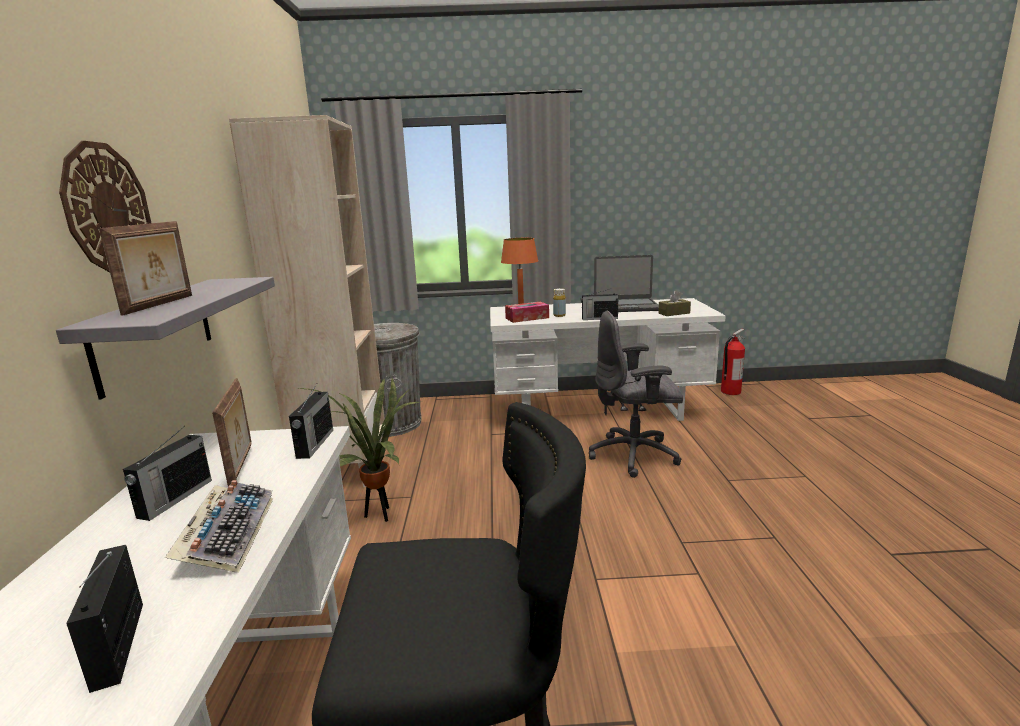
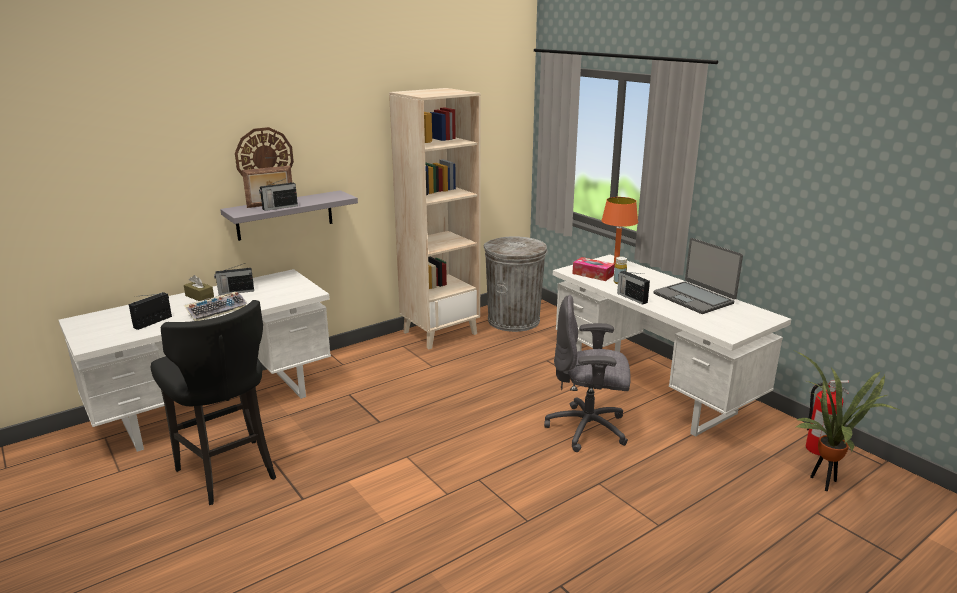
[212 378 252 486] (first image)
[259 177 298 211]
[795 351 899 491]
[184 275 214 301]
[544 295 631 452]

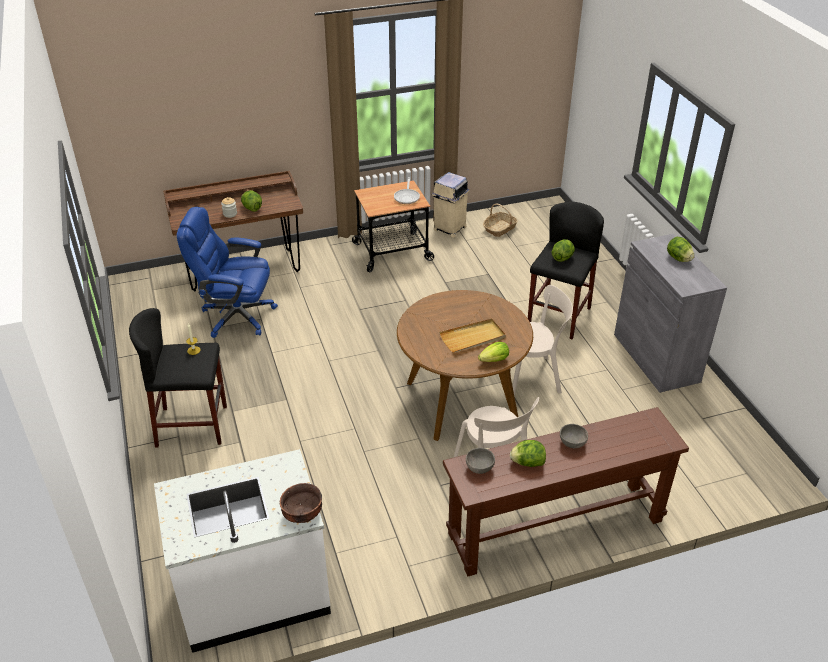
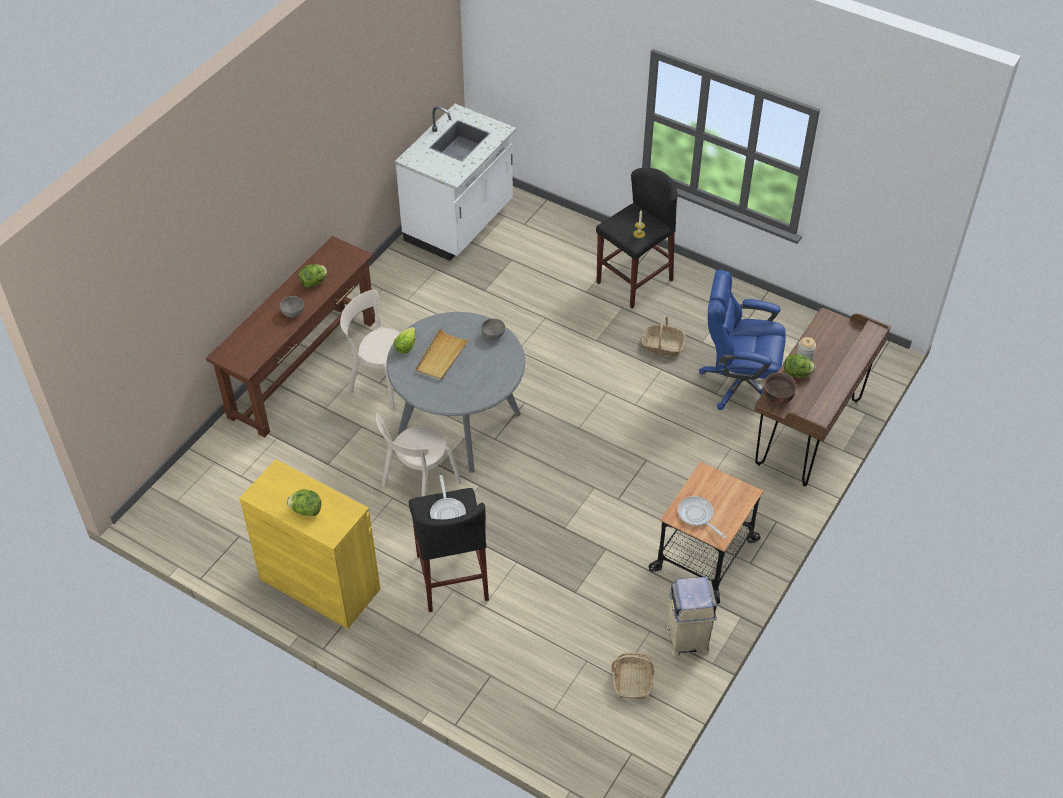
[642 316 685 356]
[763 372 797 404]
[481 318 505 340]
[430 475 466 519]
[386 312 525 473]
[239 459 380 629]
[699 270 786 410]

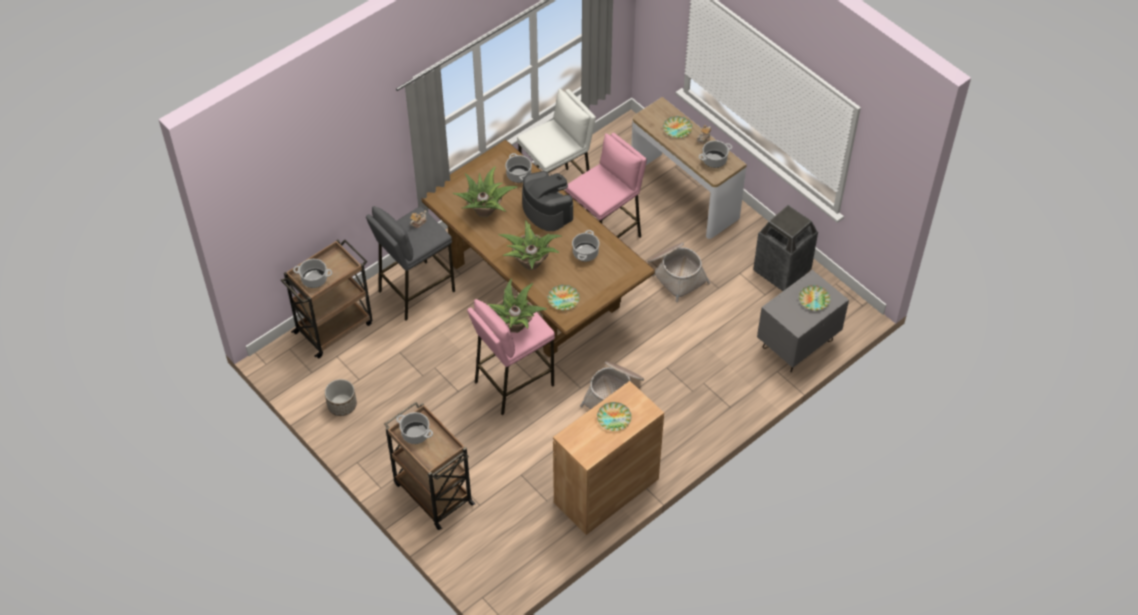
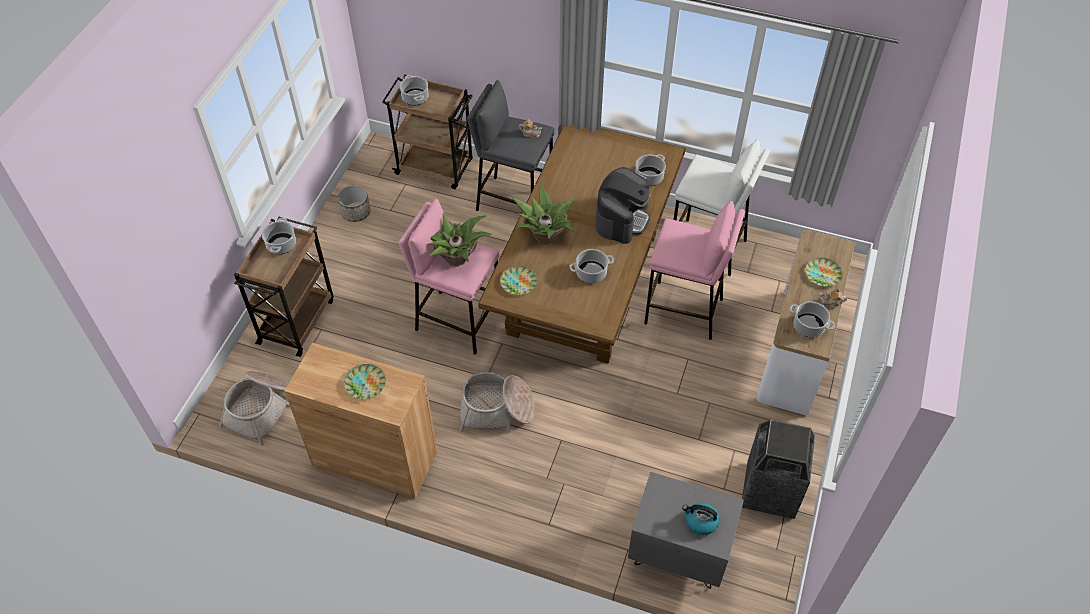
[453 166 518 218] (first image)
[219 371 290 446]
[682 503 720 535]

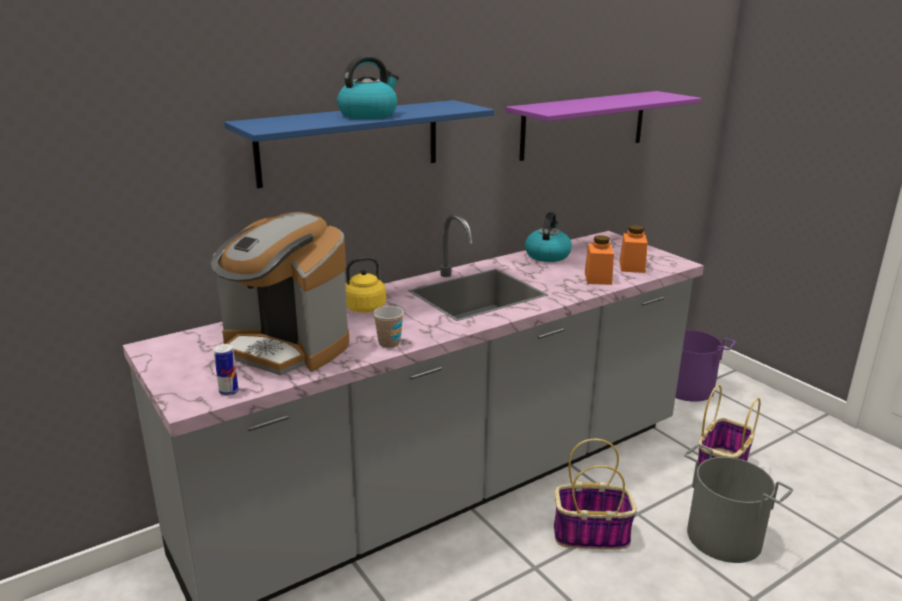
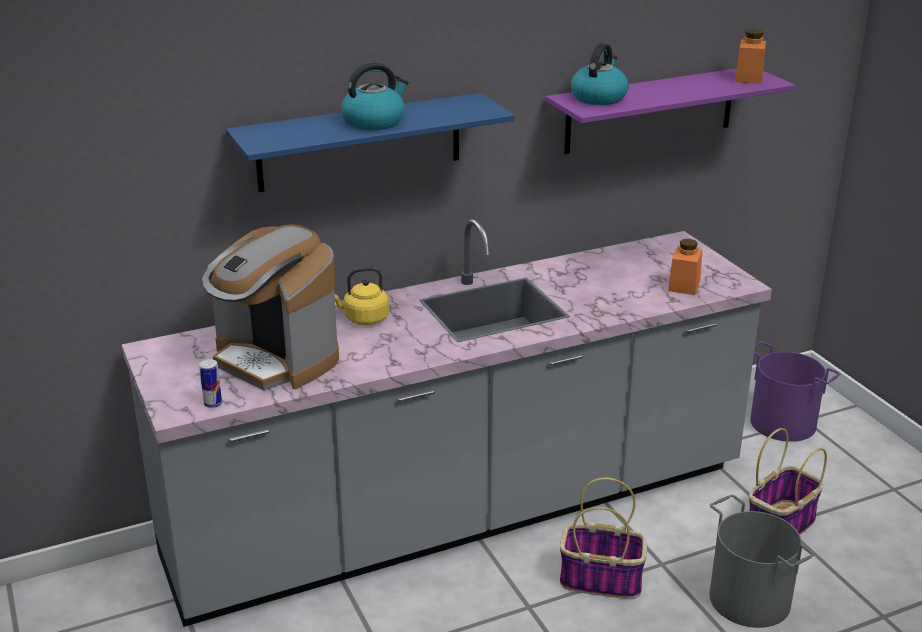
[373 306 404 348] (first image)
[571 43 628 105]
[735 30 766 84]

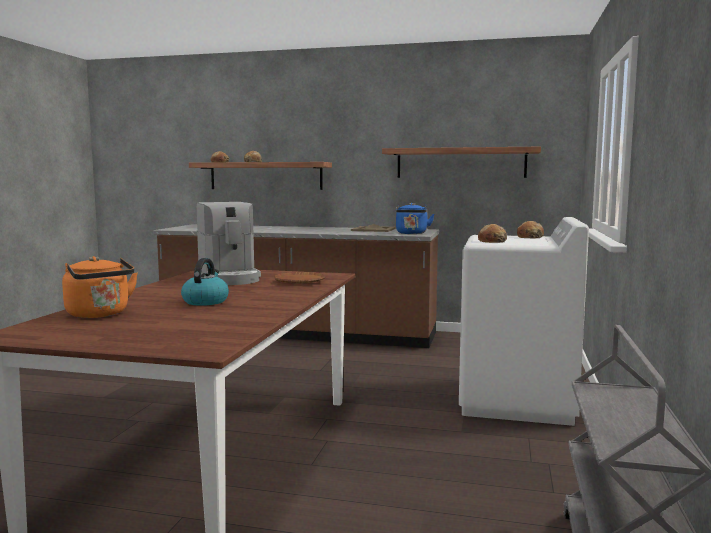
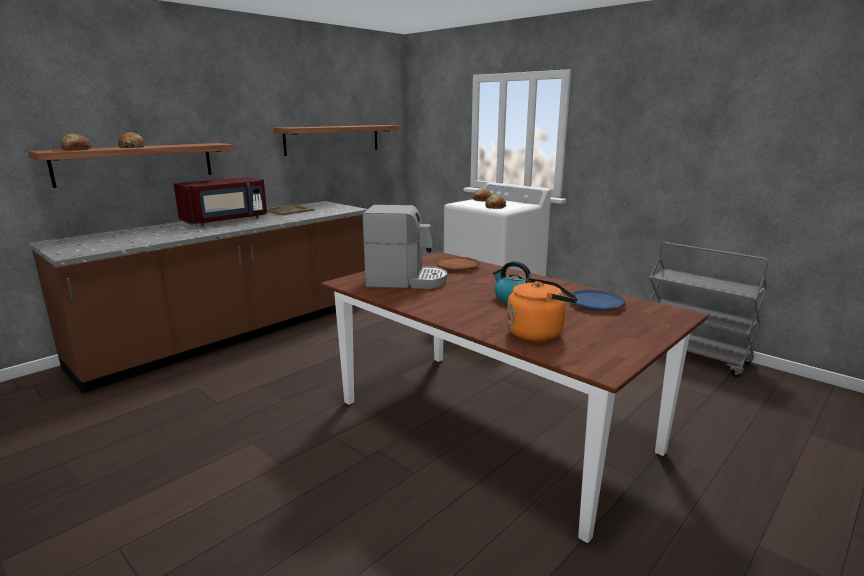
[396 203 435 234] (first image)
[174 177 267 226]
[572 290 626 311]

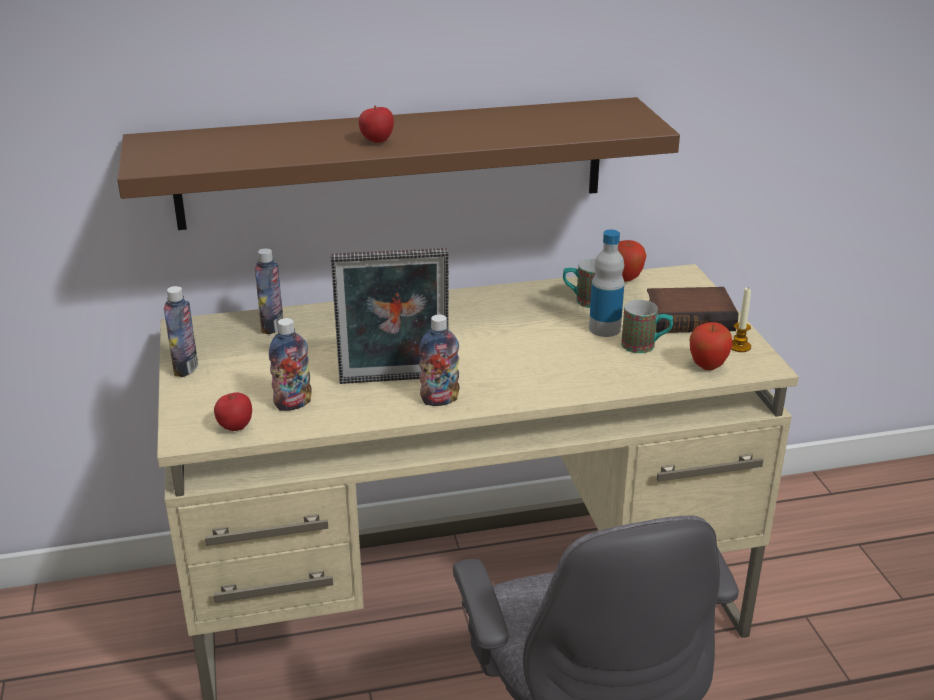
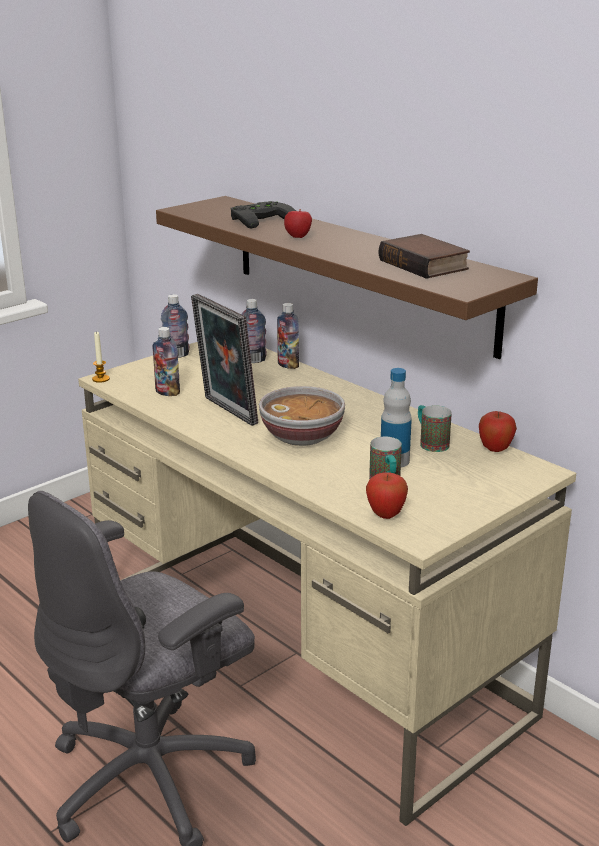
[214 392 252 431] (first image)
[230 201 296 229]
[259 386 345 446]
[277 303 299 369]
[379 234 470 279]
[92 331 110 383]

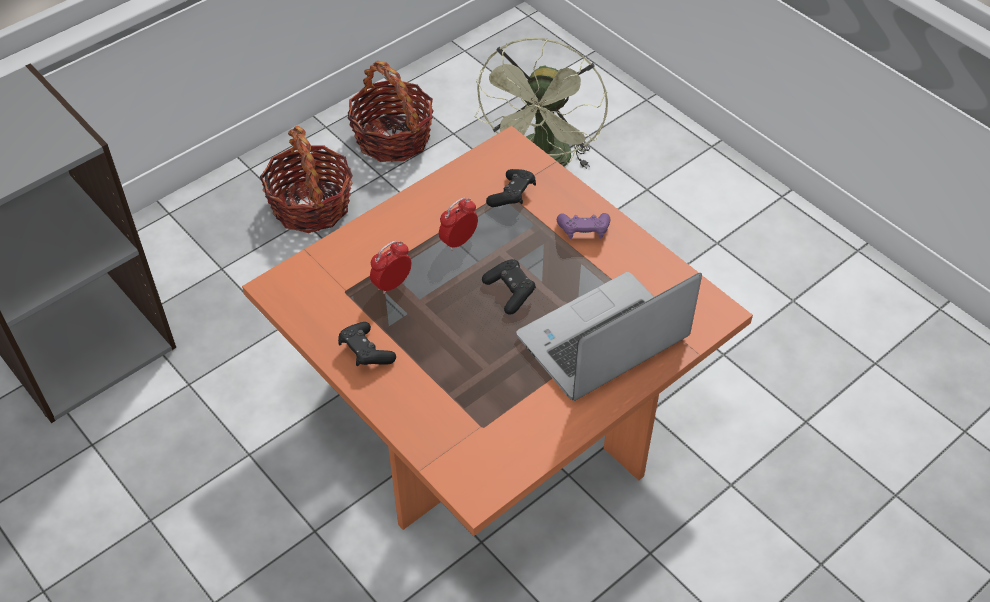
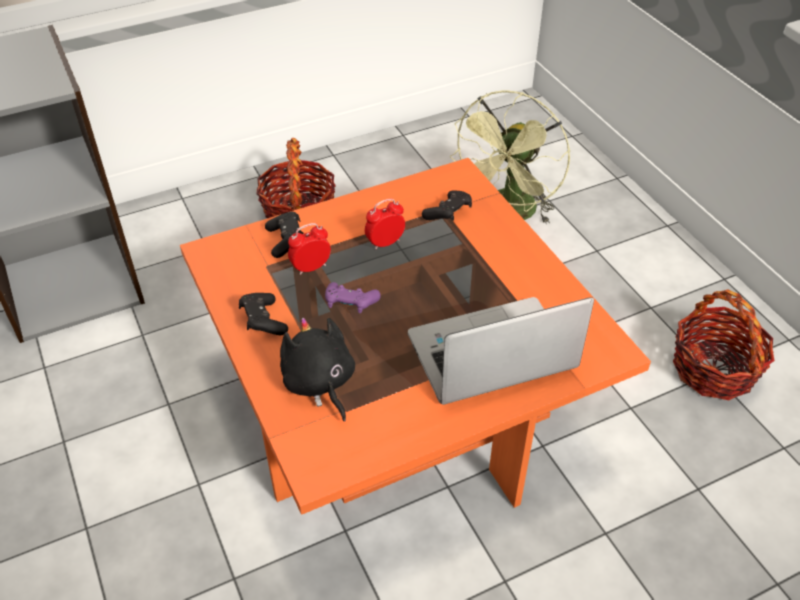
[280 318 355 422]
[673 290 775 400]
[265 212 304 258]
[325 282 381 313]

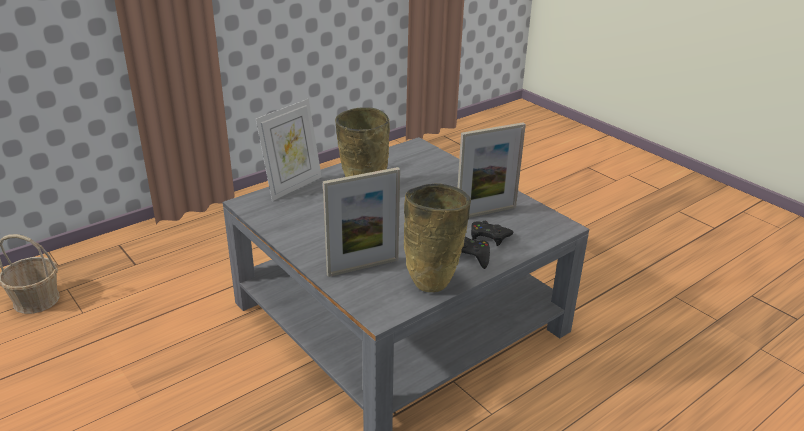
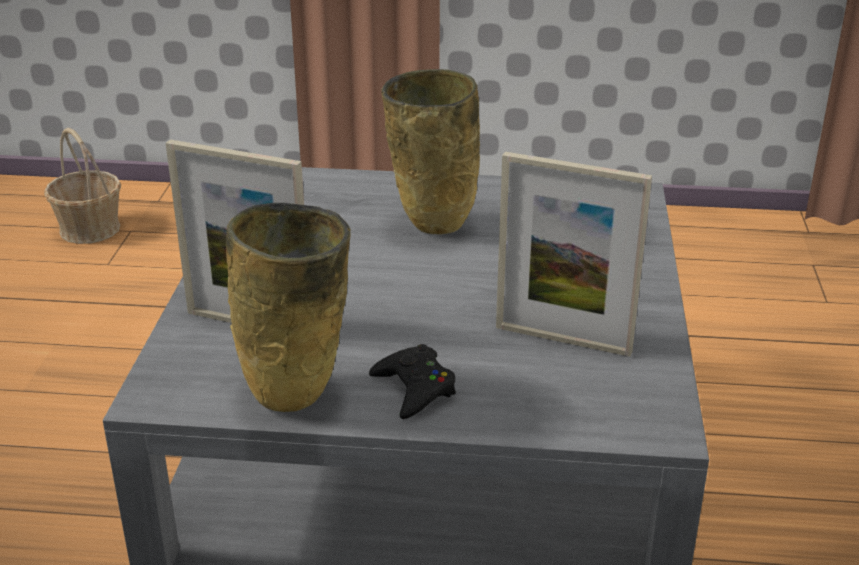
[256 99 322 201] (first image)
[471 221 514 246] (first image)

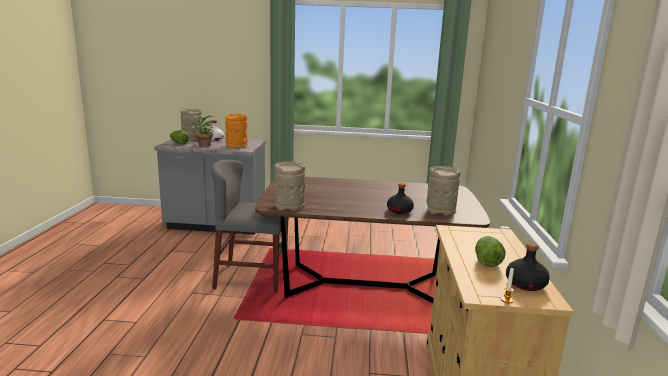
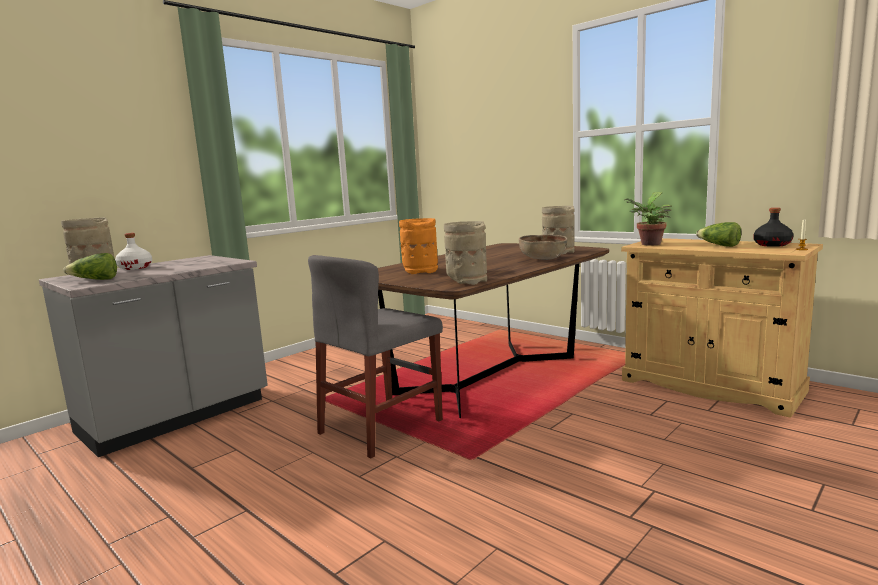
[624 192 672 246]
[399 218 438 274]
[519 235 567 260]

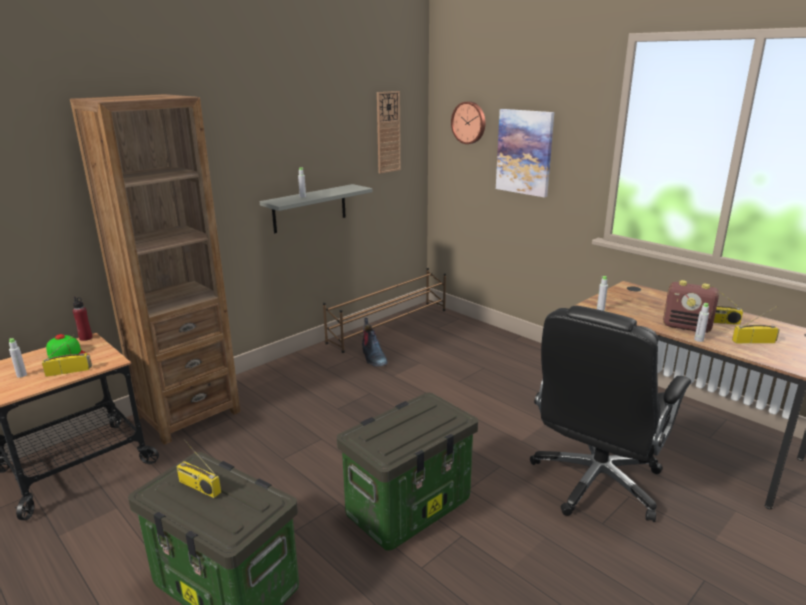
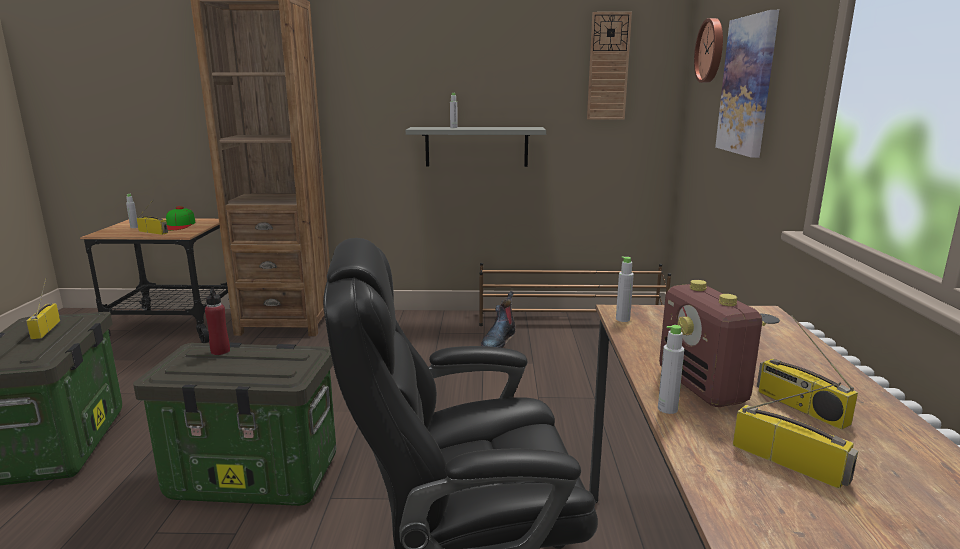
[205 287 230 355]

